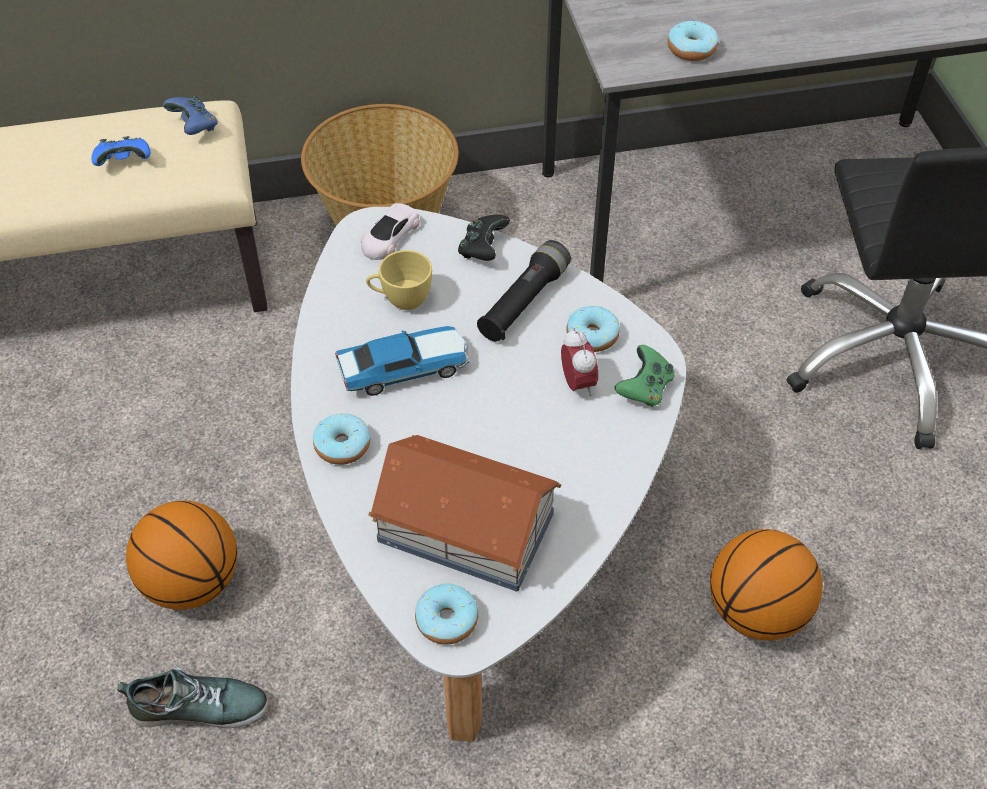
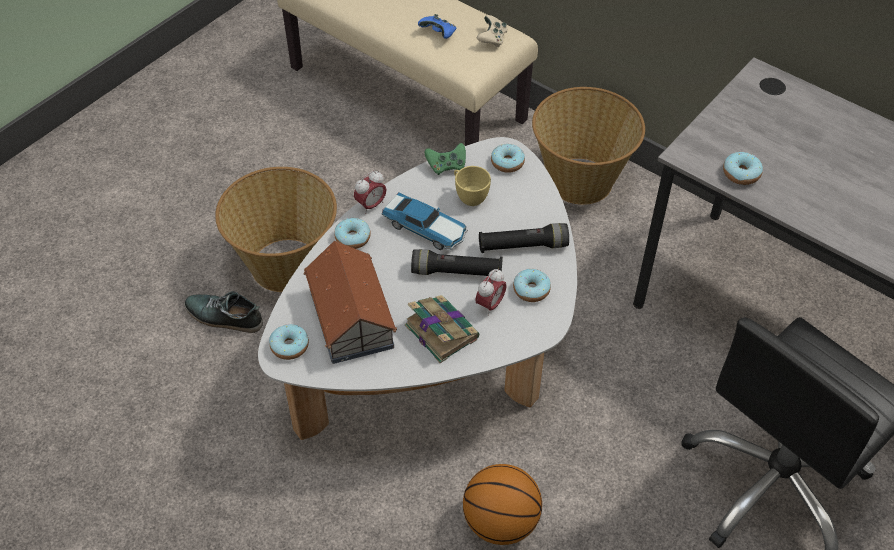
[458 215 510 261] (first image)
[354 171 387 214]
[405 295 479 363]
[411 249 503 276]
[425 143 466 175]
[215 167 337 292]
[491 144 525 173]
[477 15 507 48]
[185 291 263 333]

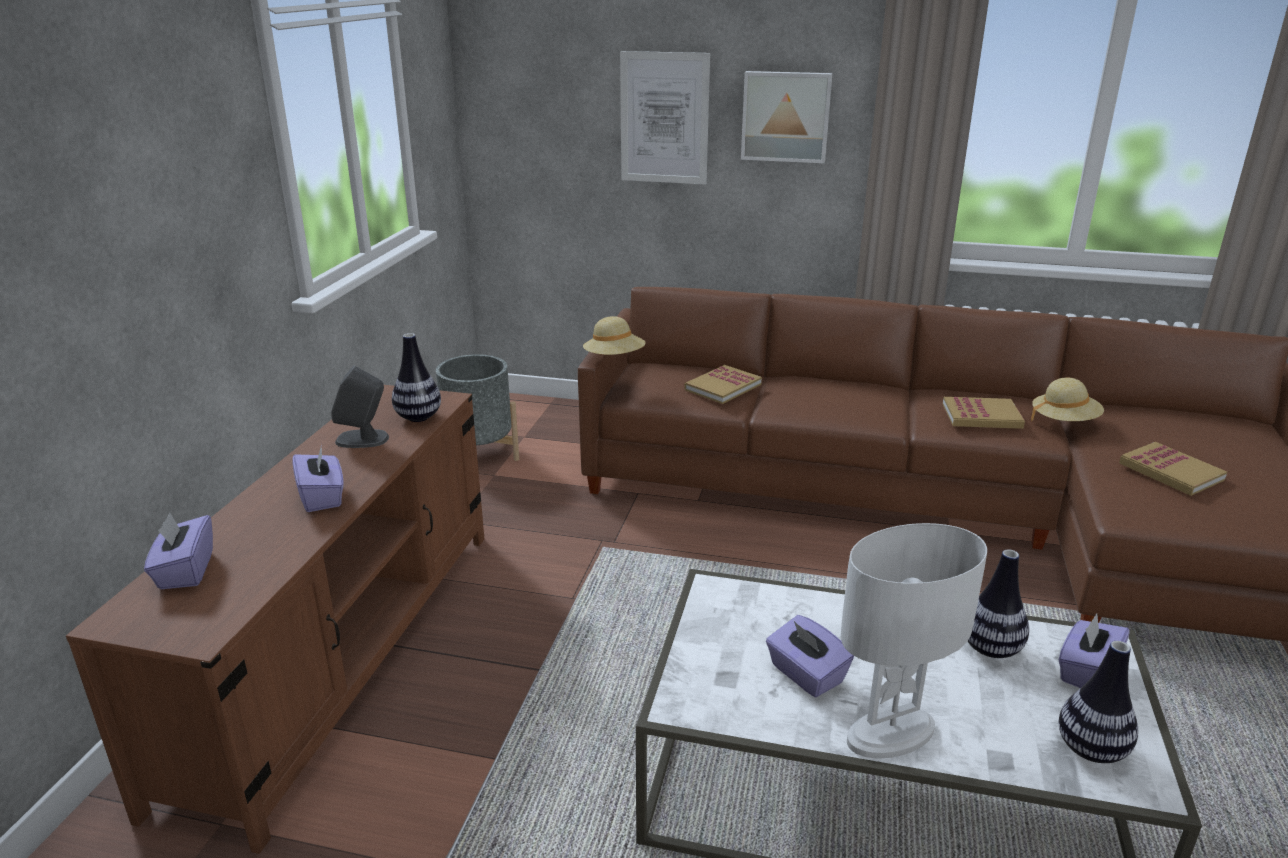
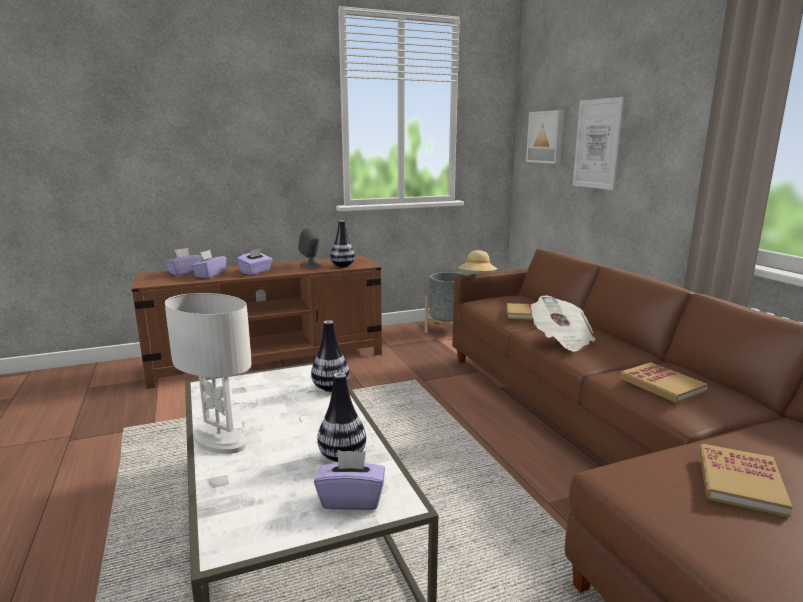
[1031 378 1104 421] (first image)
[530 295 596 352]
[526 110 564 164]
[191 250 227 279]
[311 320 350 392]

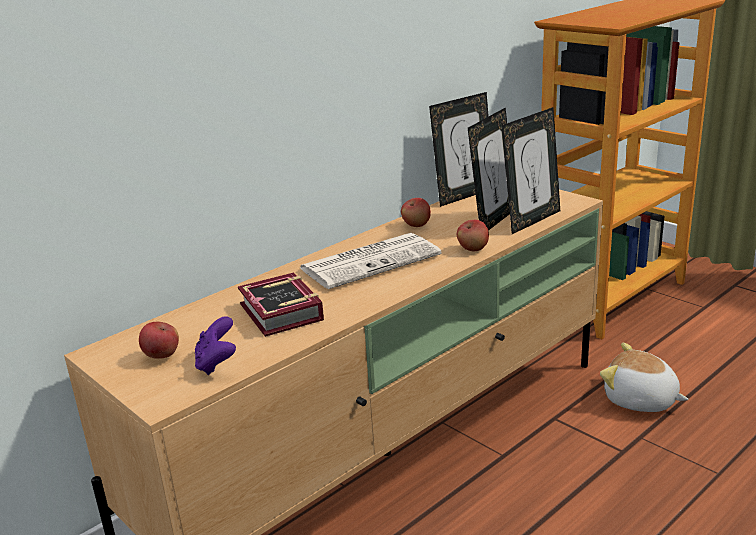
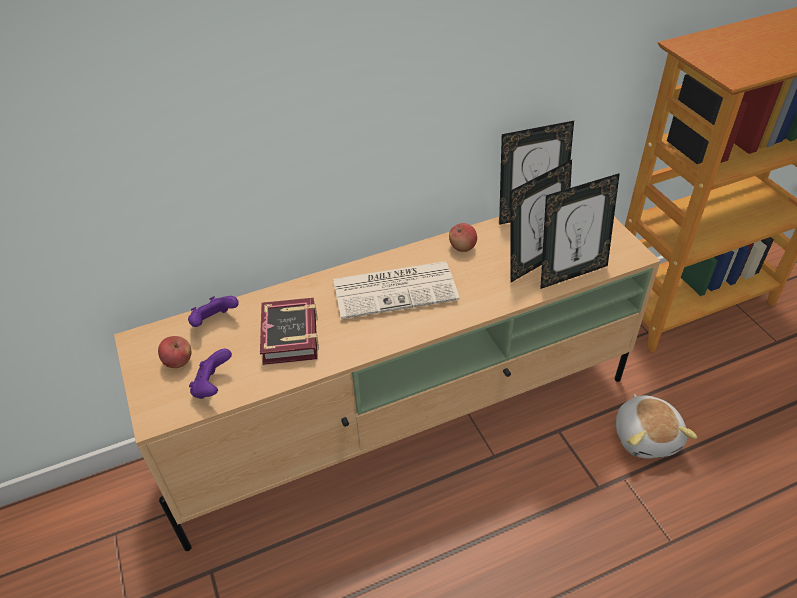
[457 220 489 251] (first image)
[188 296 239 327]
[616 394 698 459]

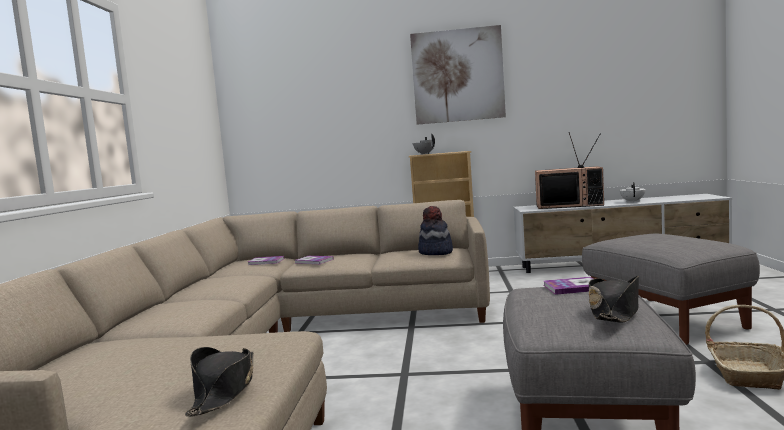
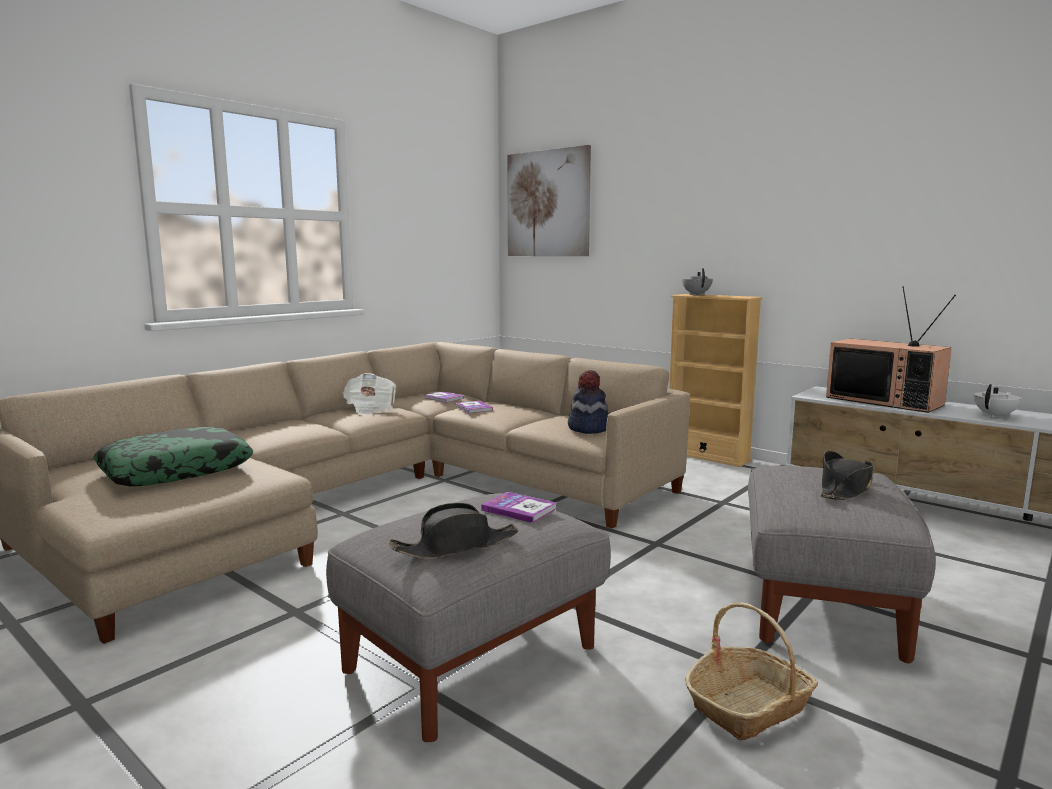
[93 427 253 486]
[342 373 396 415]
[821 451 874 500]
[507 145 591 256]

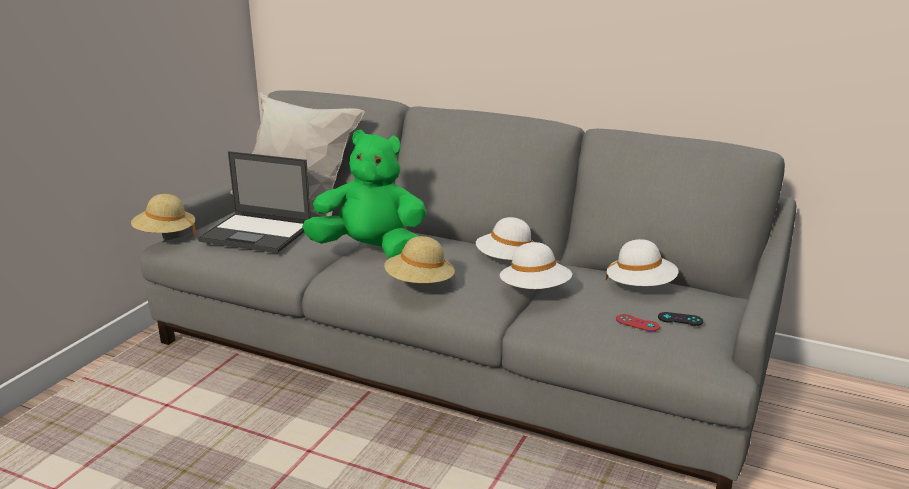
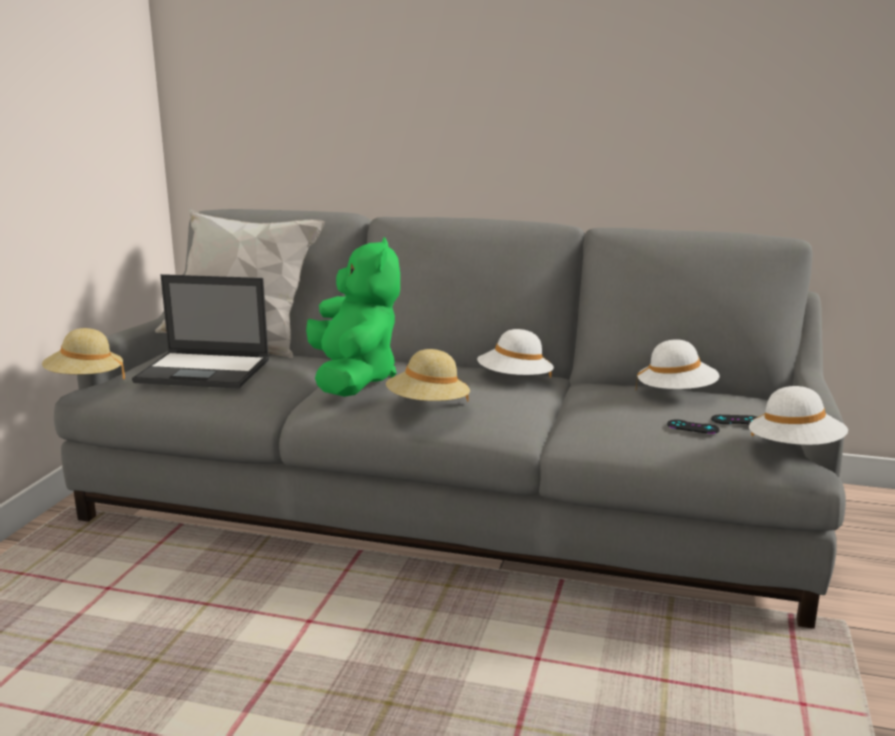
[749 386 848 445]
[667 420 720 434]
[306 237 400 397]

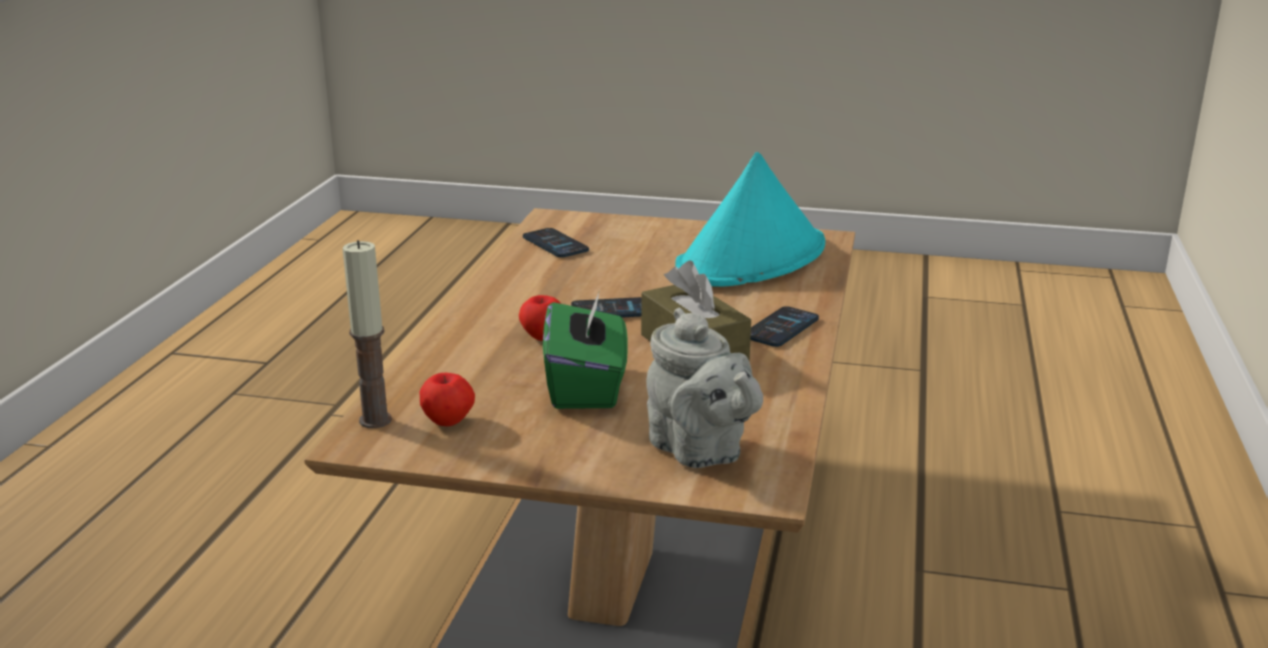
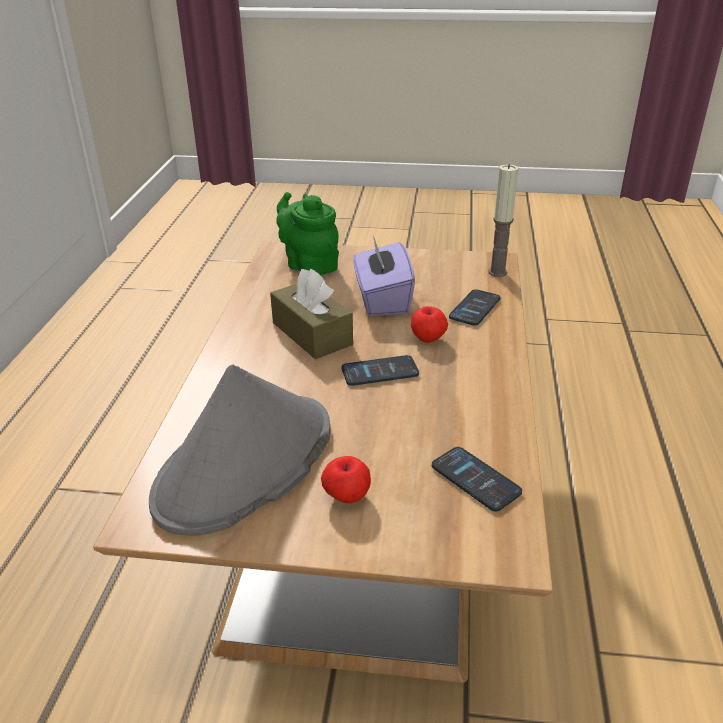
[321 456 371 503]
[449 289 501 326]
[353 236 415 316]
[276 192 339 275]
[149 364 330 536]

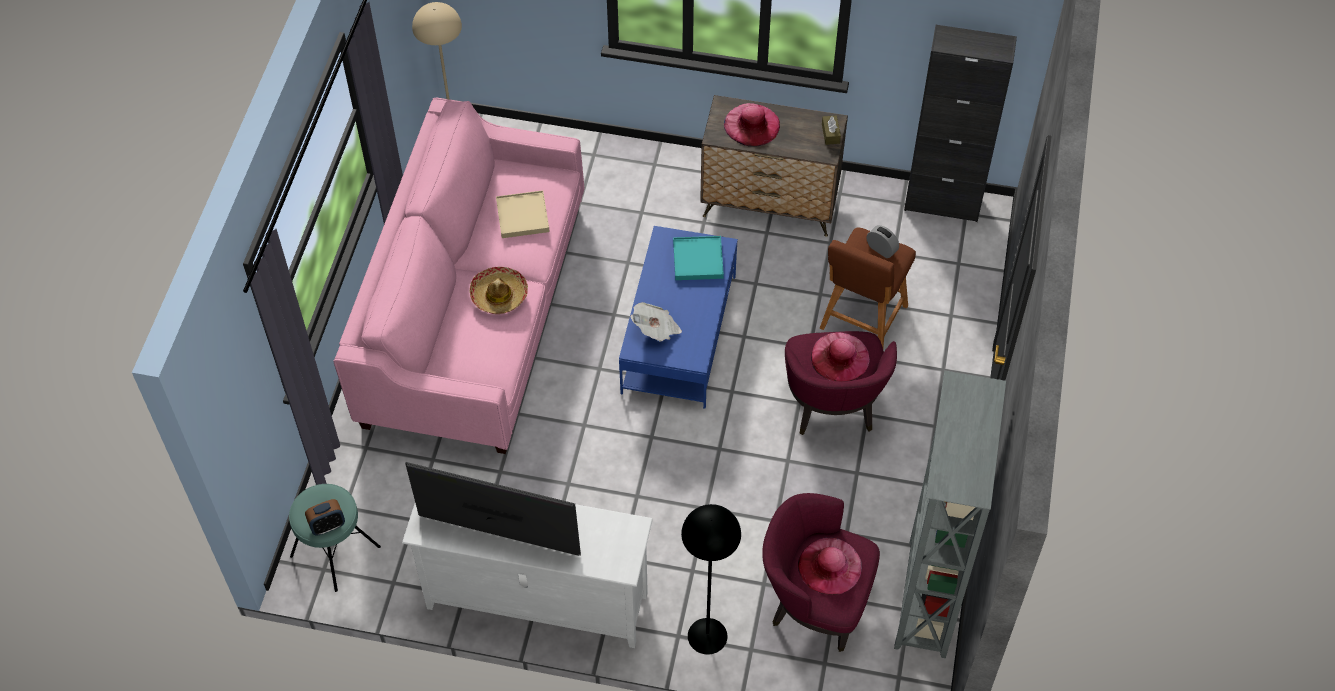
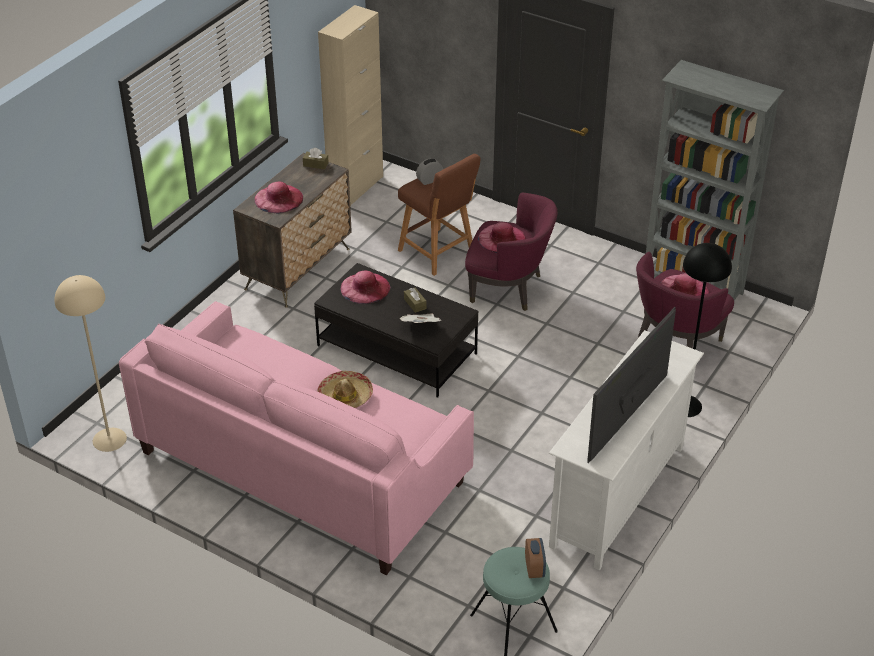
[496 190 550 238] (first image)
[404 288 427 313]
[341 271 390 304]
[314 263 478 398]
[318 5 383 206]

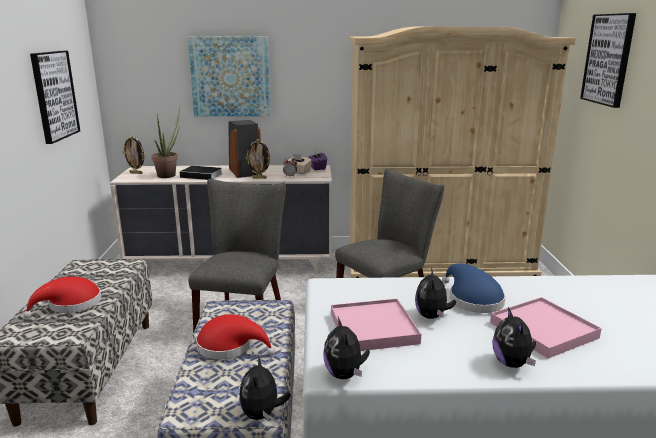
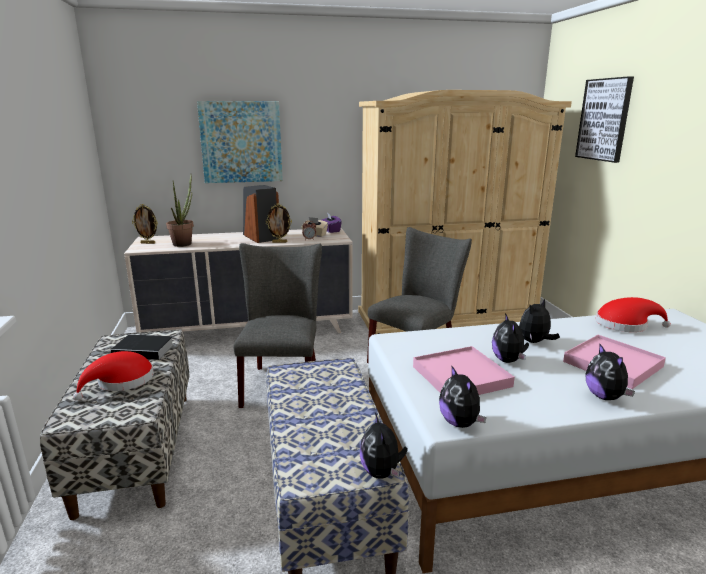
[30 51 80 144] (first image)
[111 334 174 360]
[596 297 671 332]
[519 299 560 343]

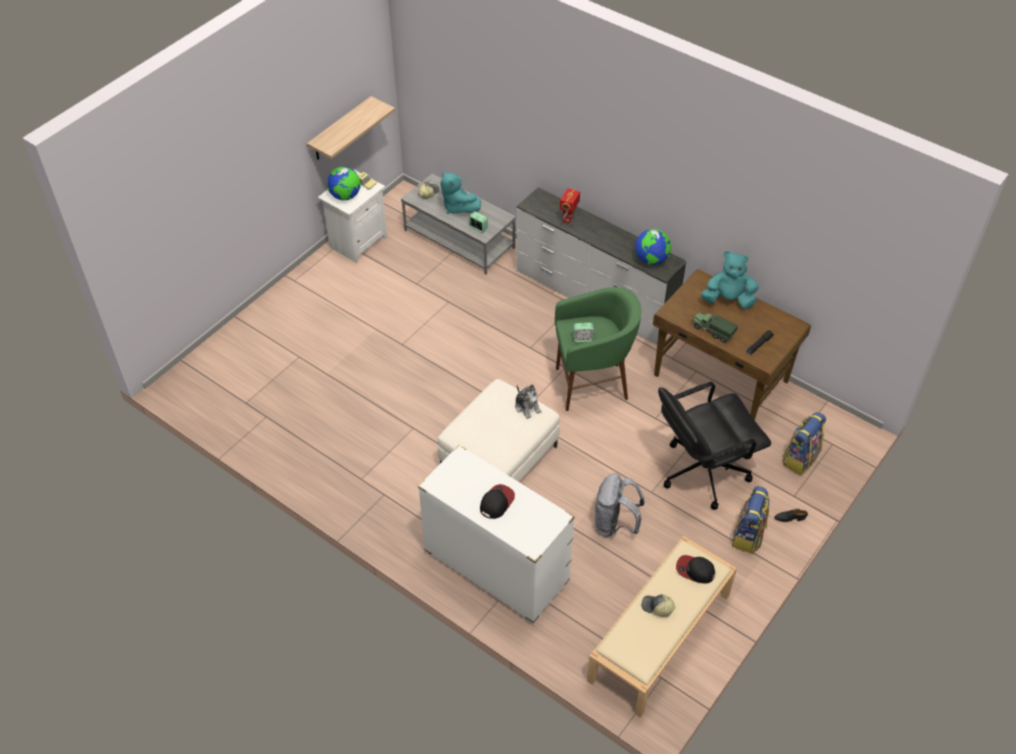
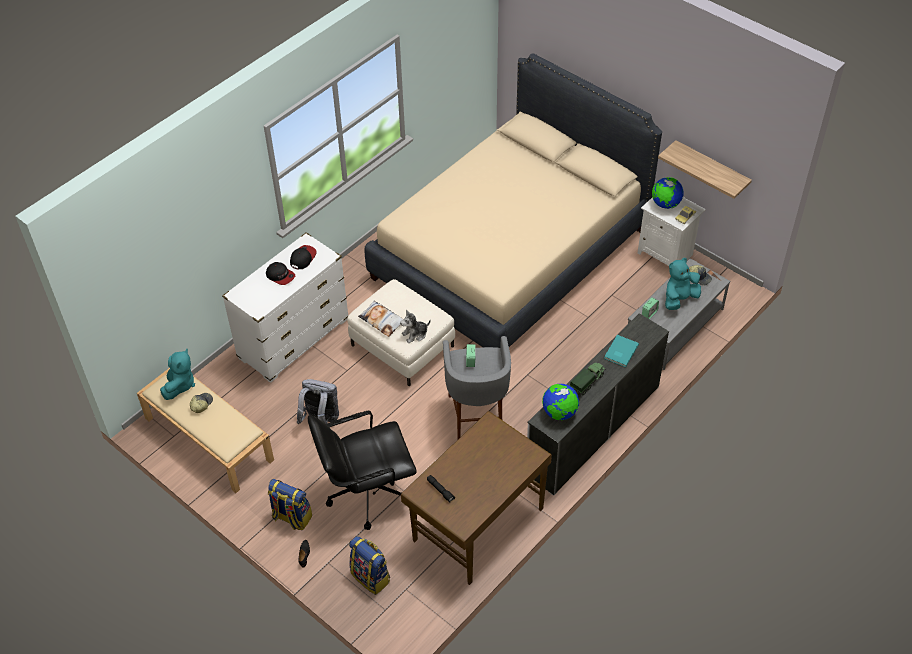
[358 300 403 337]
[365 53 662 348]
[290 245 317 270]
[570 362 606 395]
[160 349 195 400]
[604 335 639 367]
[443 336 511 439]
[308 411 417 530]

